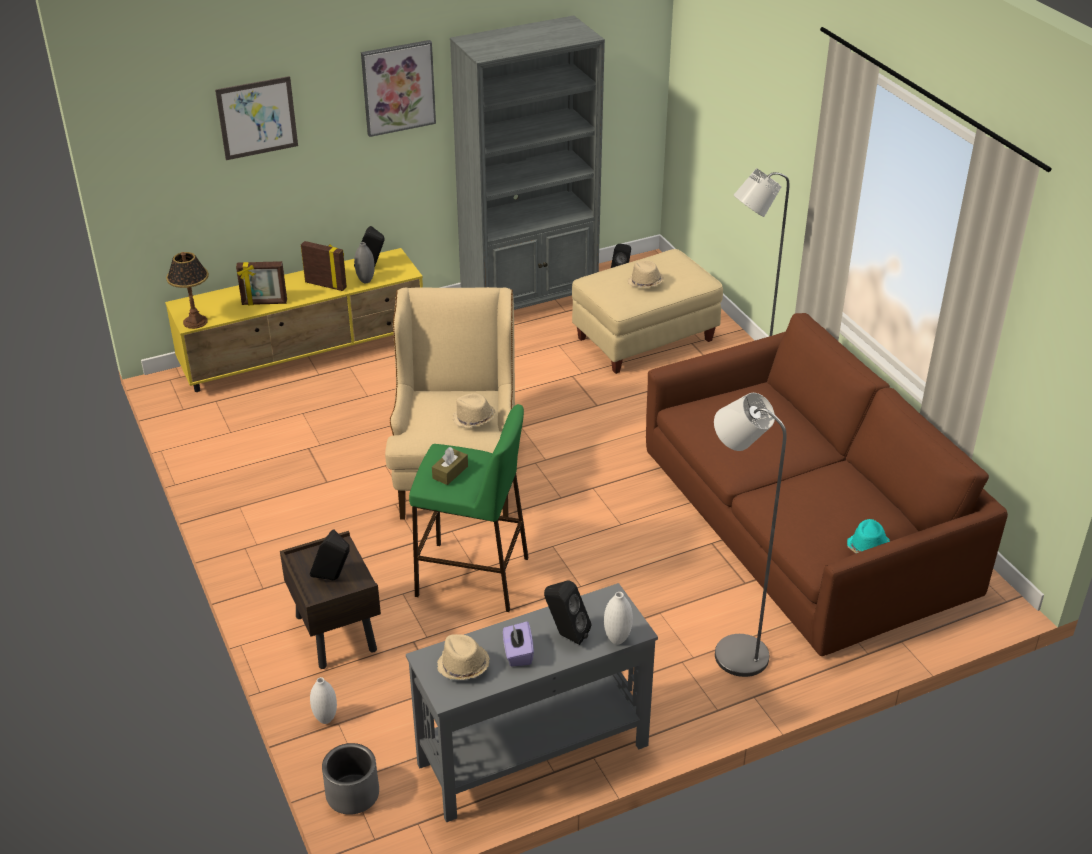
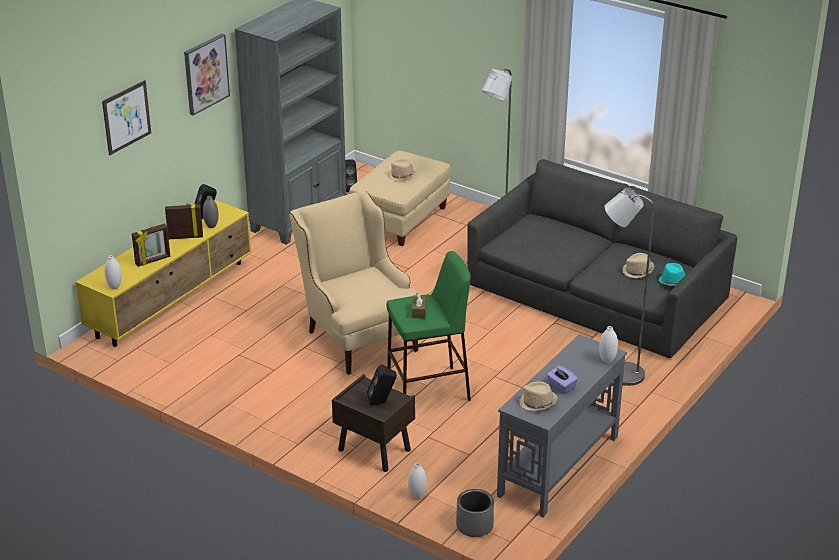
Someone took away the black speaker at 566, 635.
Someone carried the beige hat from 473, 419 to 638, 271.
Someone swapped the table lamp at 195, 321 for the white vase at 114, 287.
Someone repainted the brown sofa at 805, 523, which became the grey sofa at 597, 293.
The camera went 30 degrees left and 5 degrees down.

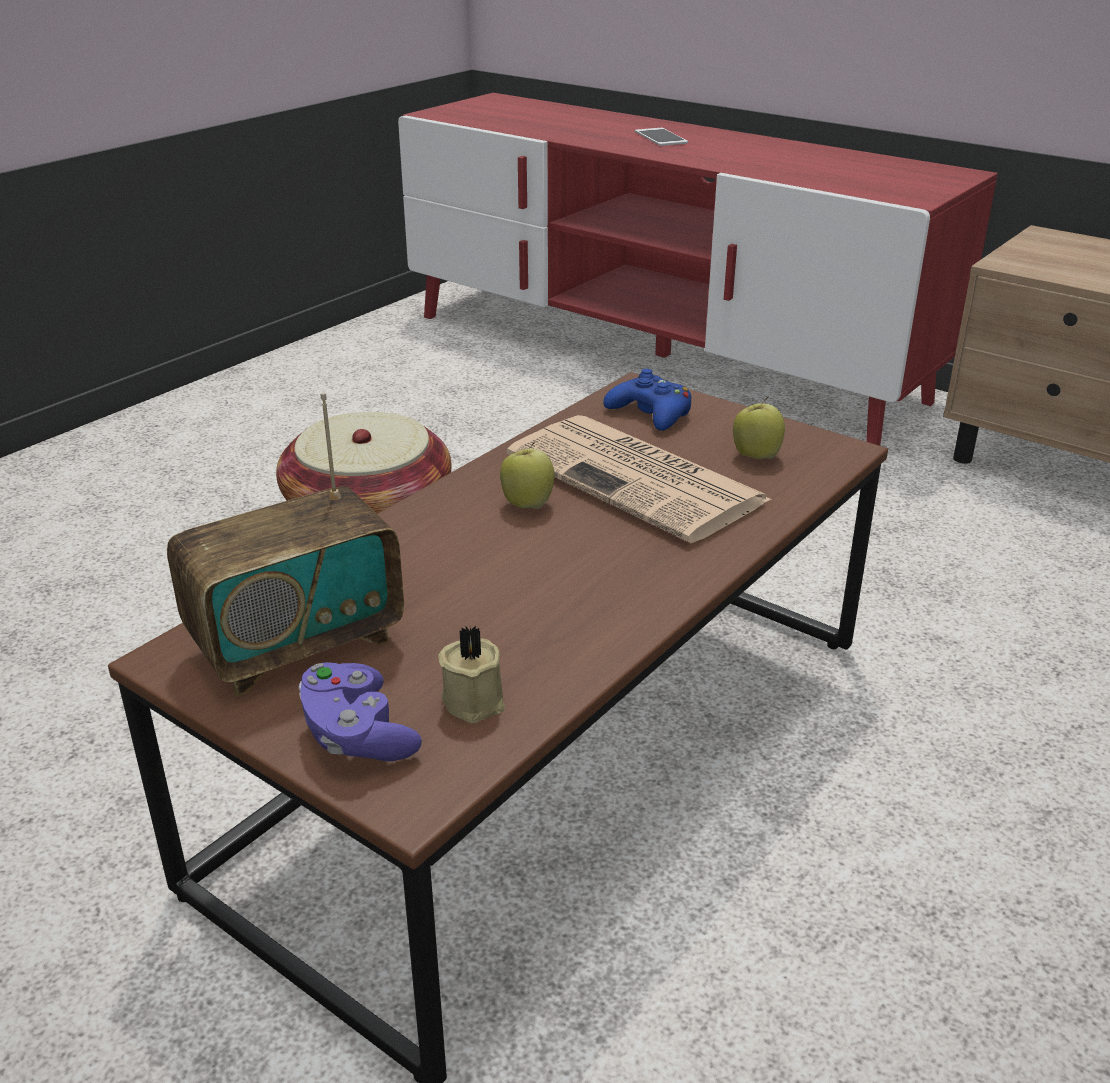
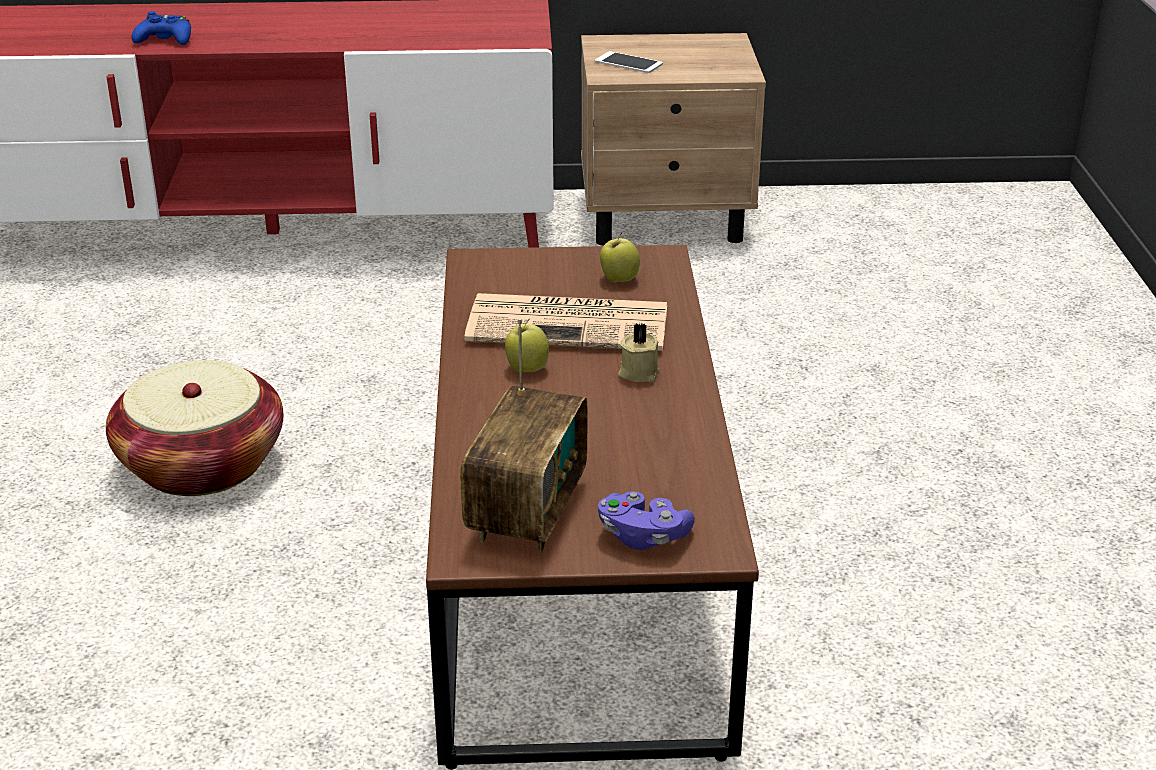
Someone carried the beige candle from 475, 700 to 638, 372.
Someone carried the blue game controller from 651, 414 to 165, 40.
Someone carried the phone from 660, 137 to 628, 63.
The camera went 40 degrees left and 0 degrees up.

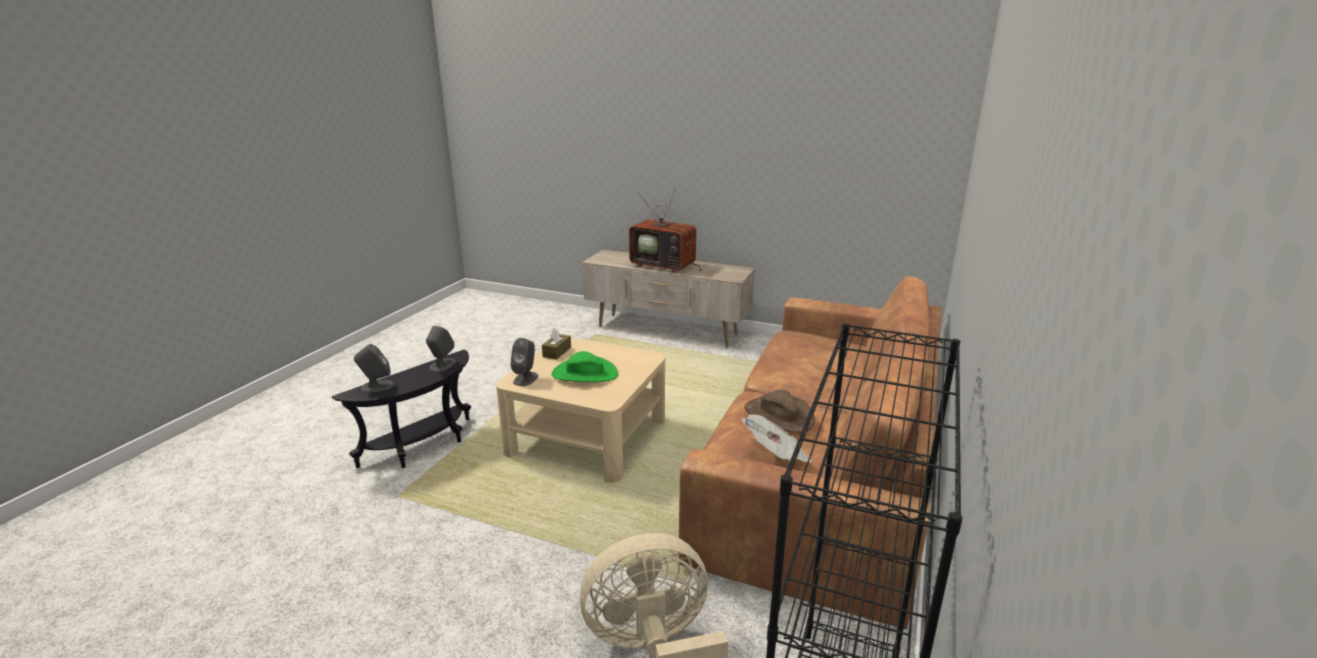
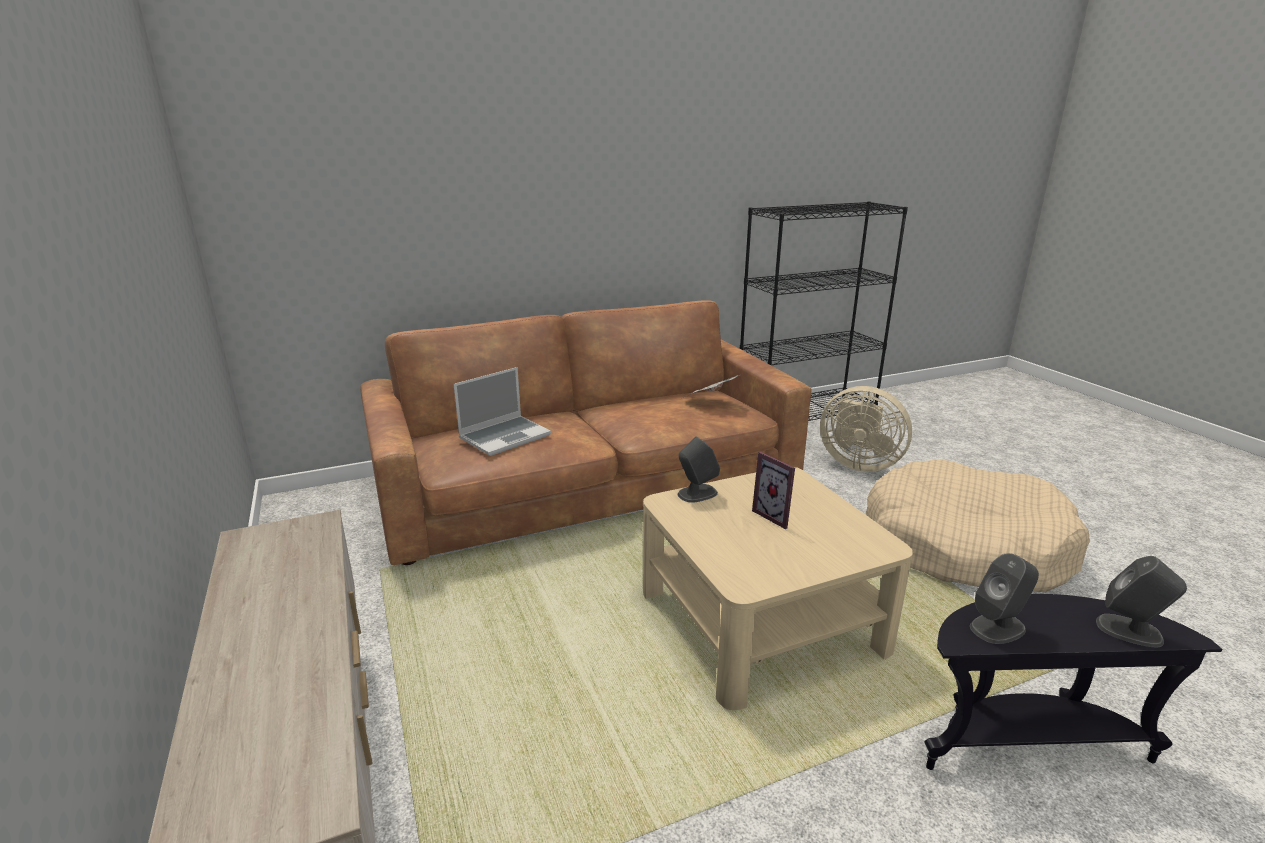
Someone took away the brown tissue box at 557, 352.
Someone took away the television at 665, 265.
Someone took away the brown hat at 778, 415.
Someone put down the laptop at 505, 436.
Someone put down the beige dog bed at 964, 546.
Someone carried the grey speaker from 525, 378 to 697, 493.
Someone swapped the green hat at 584, 374 for the picture frame at 777, 516.
The camera went 135 degrees left and 0 degrees up.

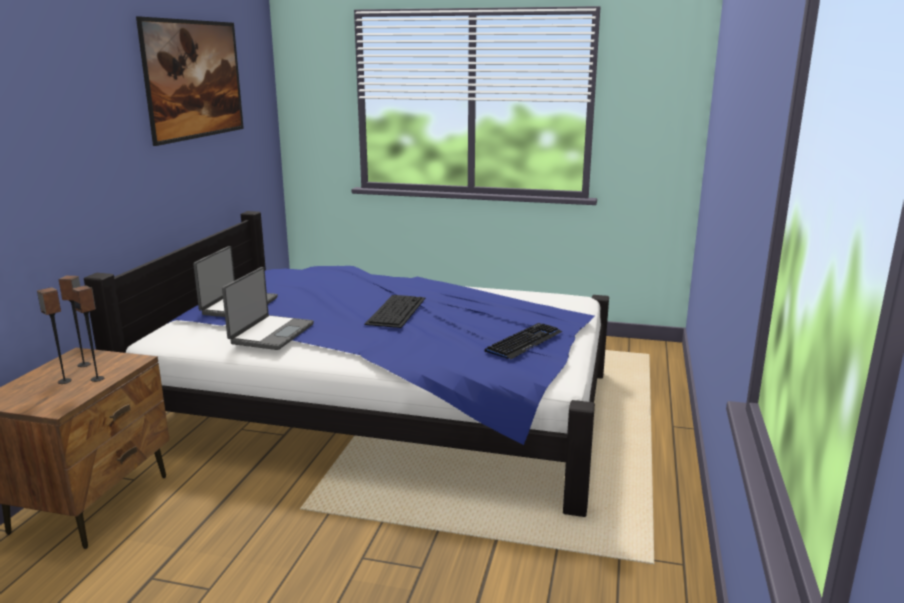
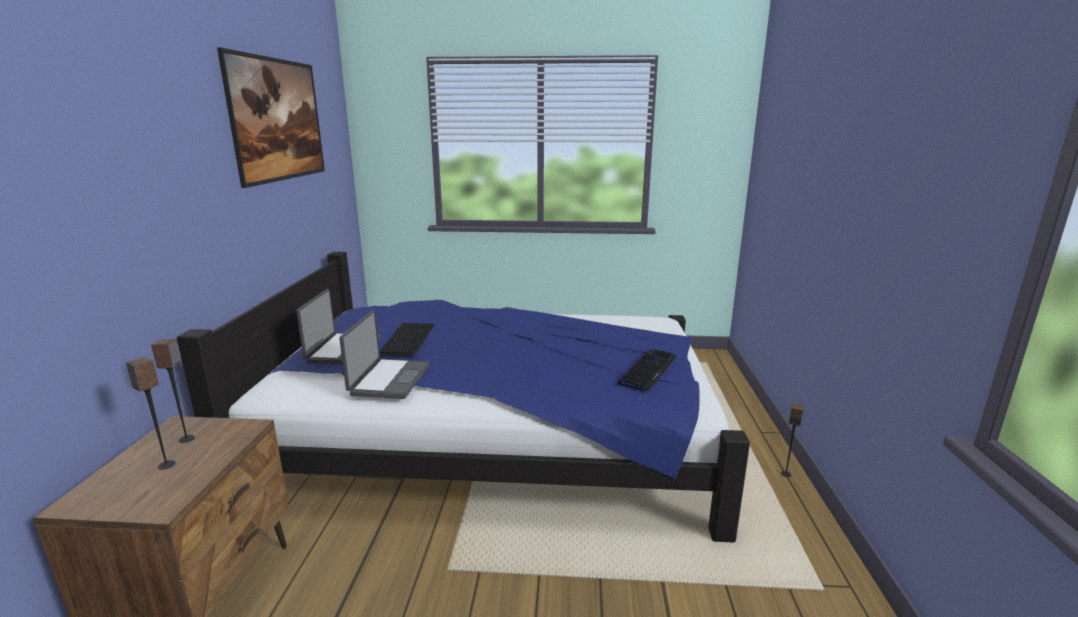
Someone carried the speaker from 97, 379 to 786, 474.
Someone carried the keyboard from 396, 310 to 407, 338.
The camera went 10 degrees left and 0 degrees up.

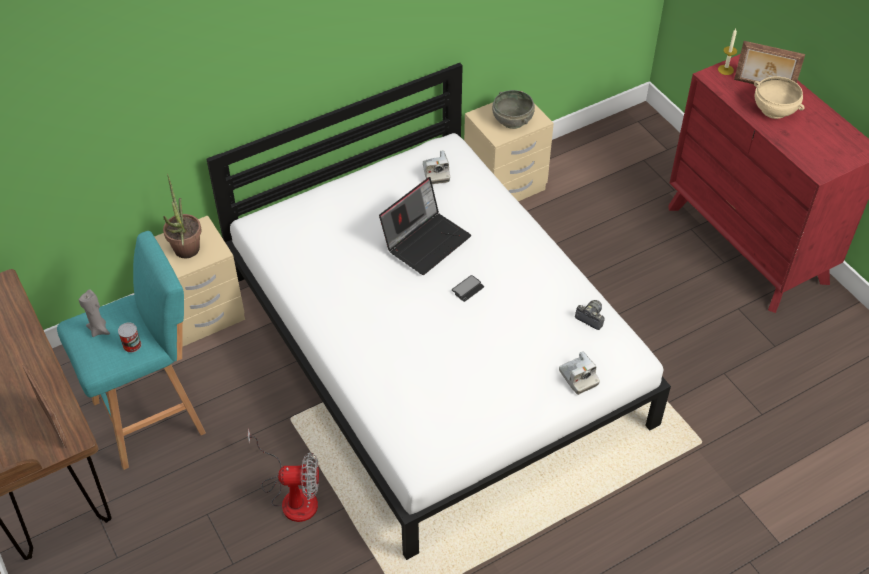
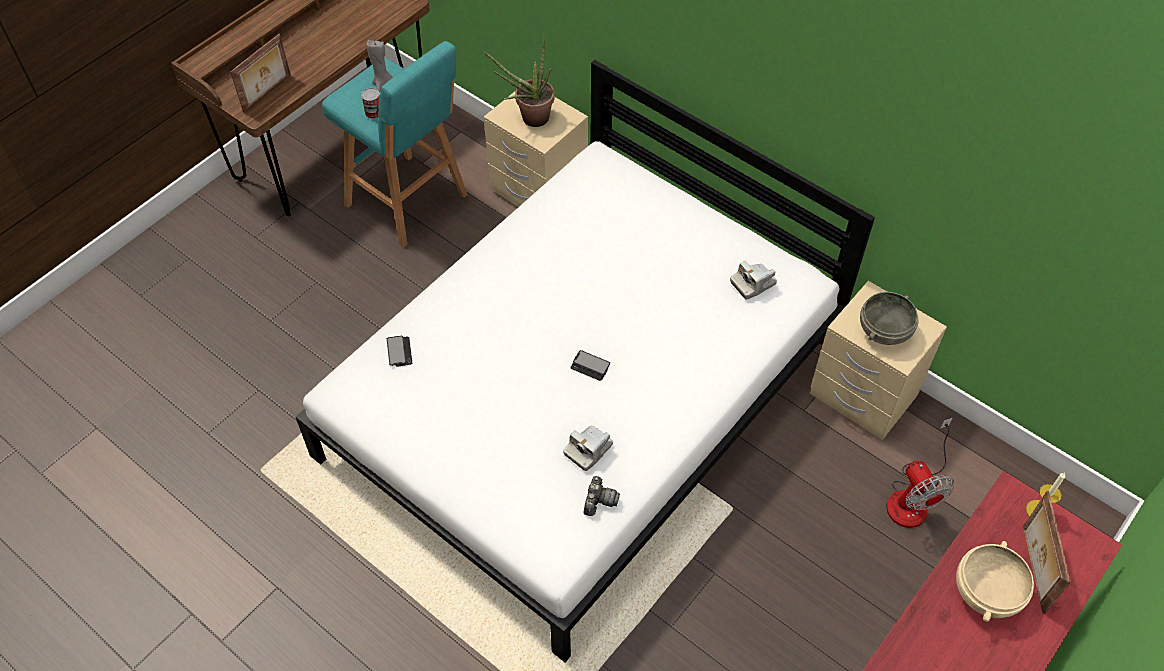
Someone took away the laptop at 426, 241.
Someone put down the phone at 399, 351.
Someone carried the fan from 292, 496 to 912, 497.
Someone carried the photo camera from 578, 378 to 588, 450.
The camera went 70 degrees right and 5 degrees up.

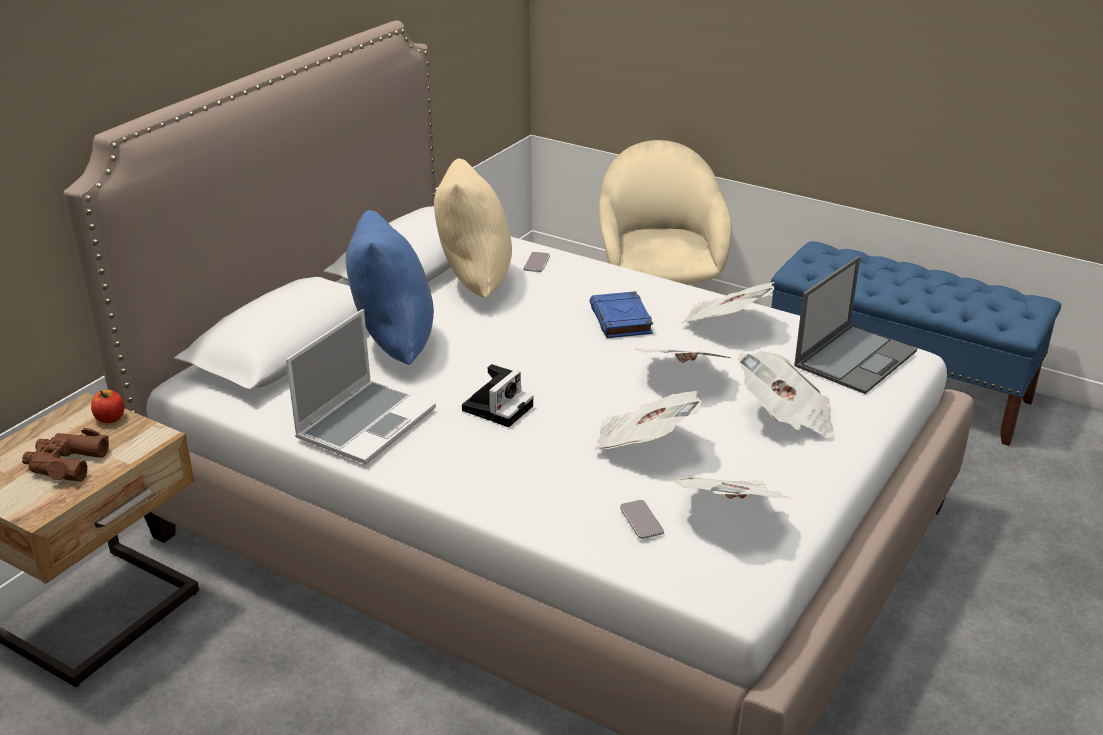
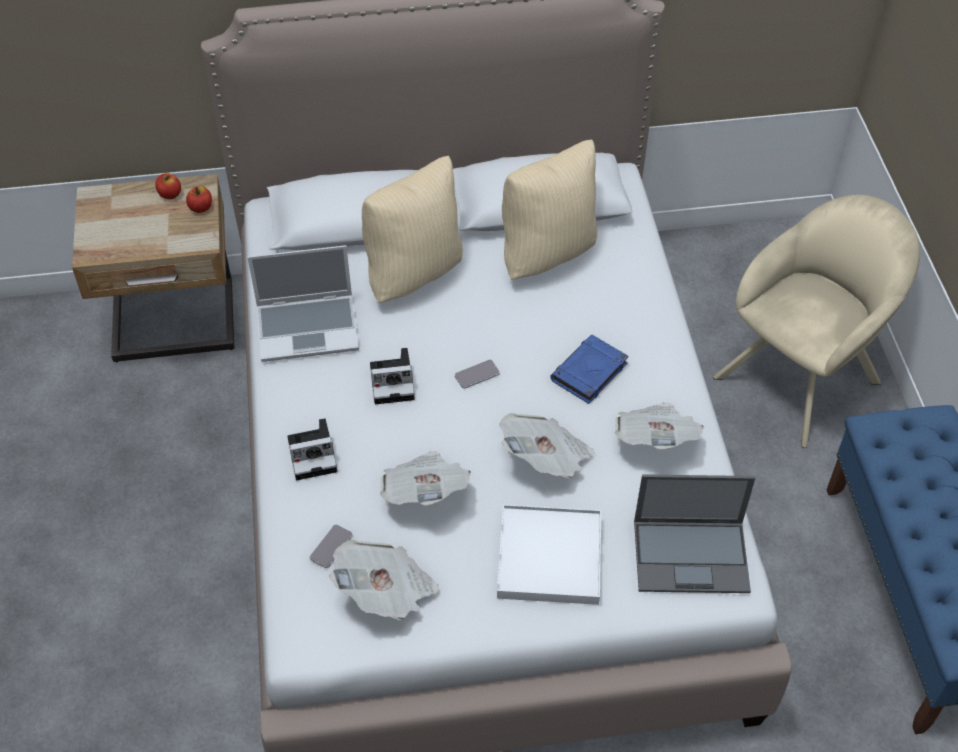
Someone took away the brown binoculars at 65, 463.
Someone put down the apple at 170, 194.
Someone put down the photo camera at 314, 454.
Someone carried the phone from 536, 263 to 477, 374.
Someone swapped the newspaper at 786, 417 for the white tray at 549, 558.
Someone repainted the blue pillow at 391, 346, which became the beige pillow at 414, 272.
The camera went 50 degrees right and 20 degrees up.

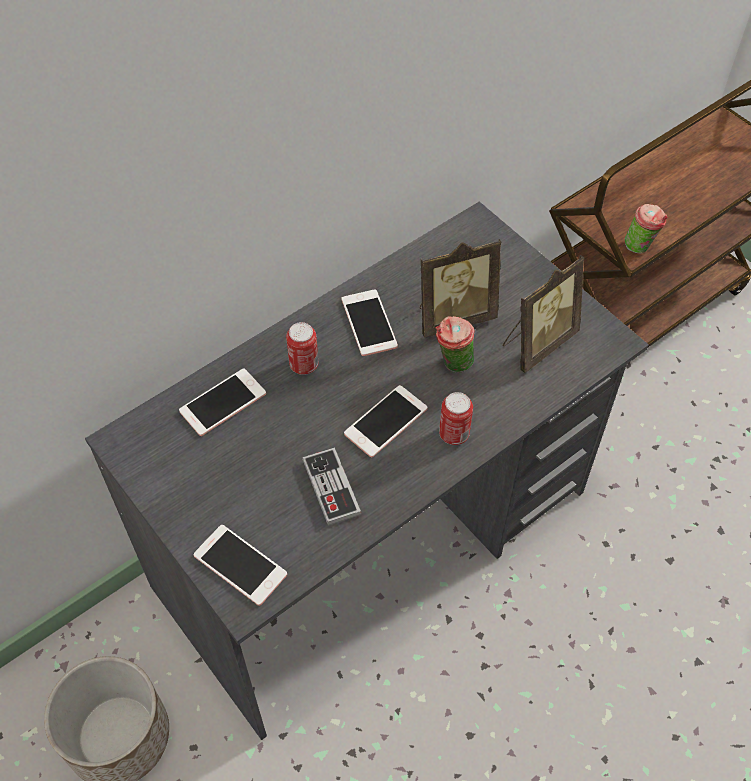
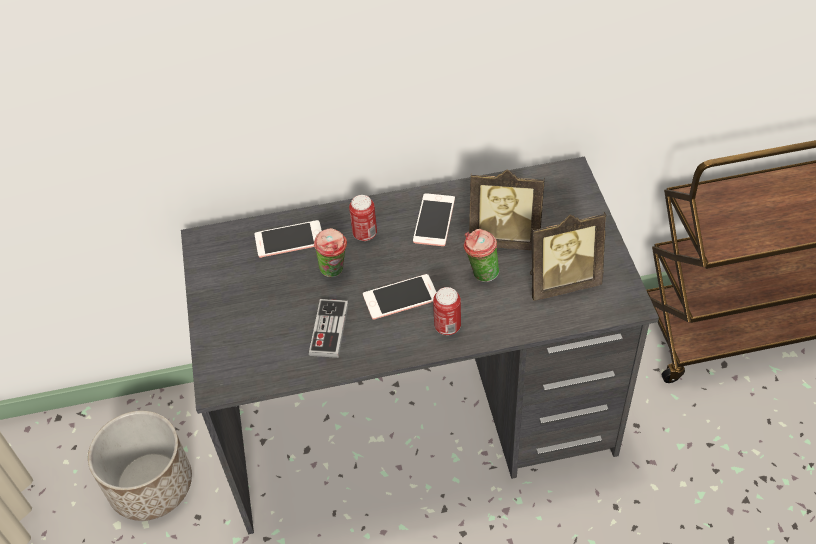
Someone took away the phone at 240, 565.
Someone carried the cup from 640, 247 to 334, 271.
The camera went 30 degrees right and 5 degrees down.

